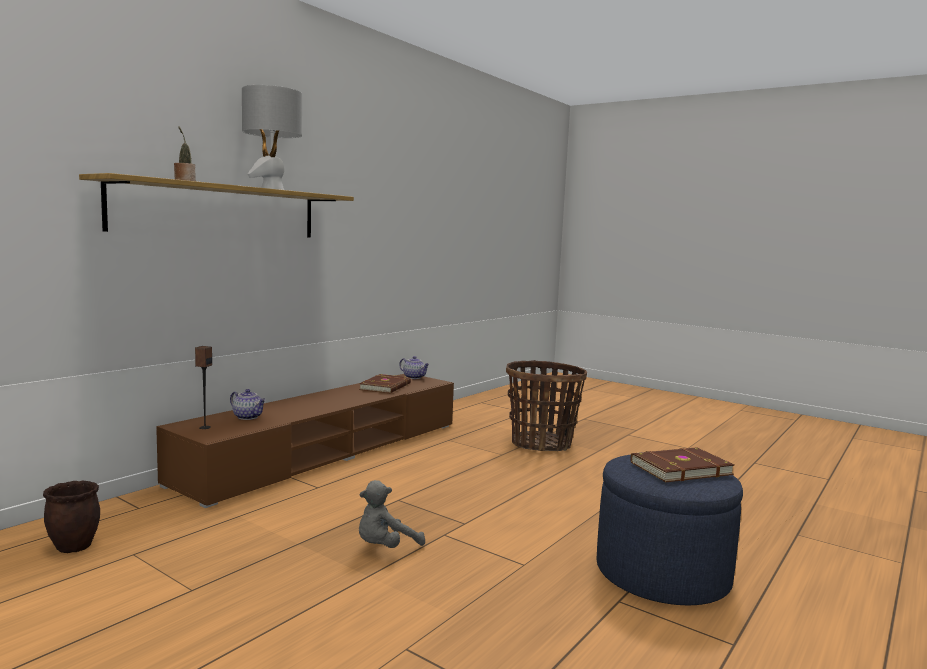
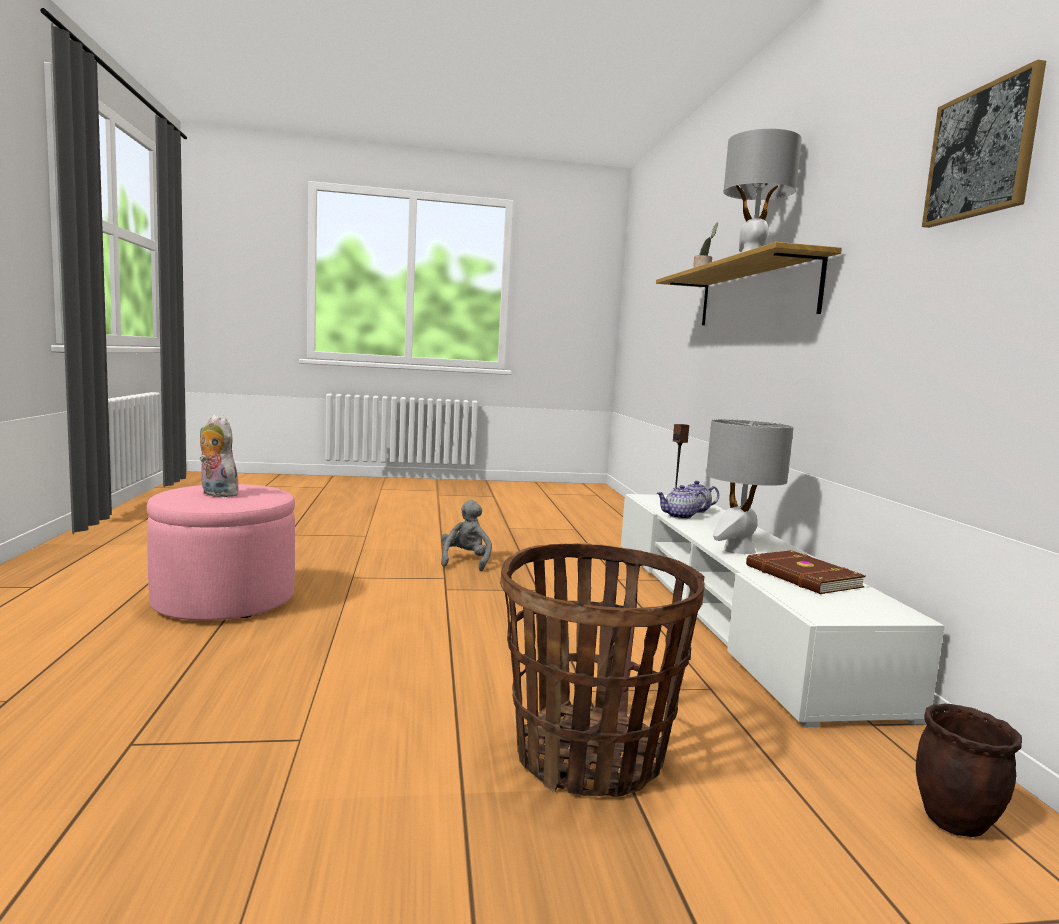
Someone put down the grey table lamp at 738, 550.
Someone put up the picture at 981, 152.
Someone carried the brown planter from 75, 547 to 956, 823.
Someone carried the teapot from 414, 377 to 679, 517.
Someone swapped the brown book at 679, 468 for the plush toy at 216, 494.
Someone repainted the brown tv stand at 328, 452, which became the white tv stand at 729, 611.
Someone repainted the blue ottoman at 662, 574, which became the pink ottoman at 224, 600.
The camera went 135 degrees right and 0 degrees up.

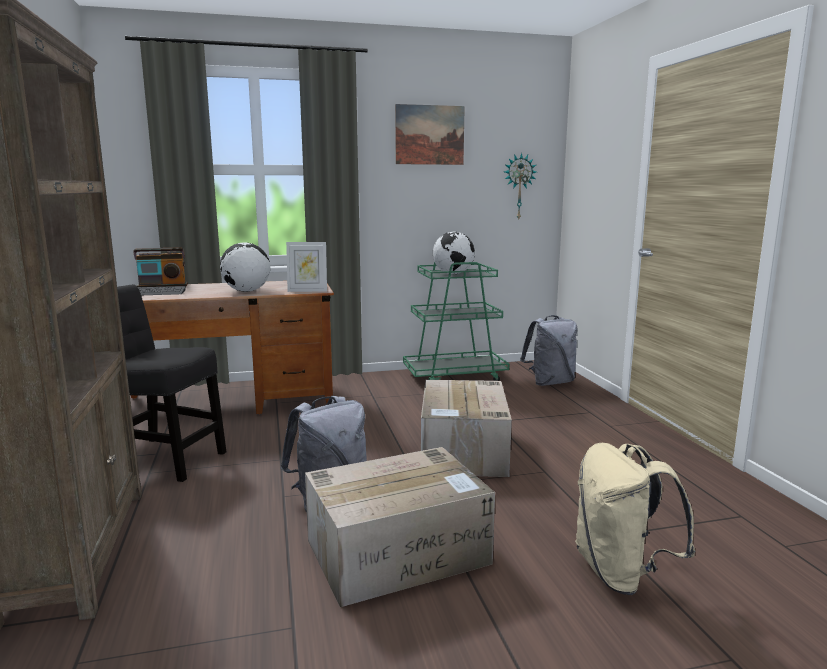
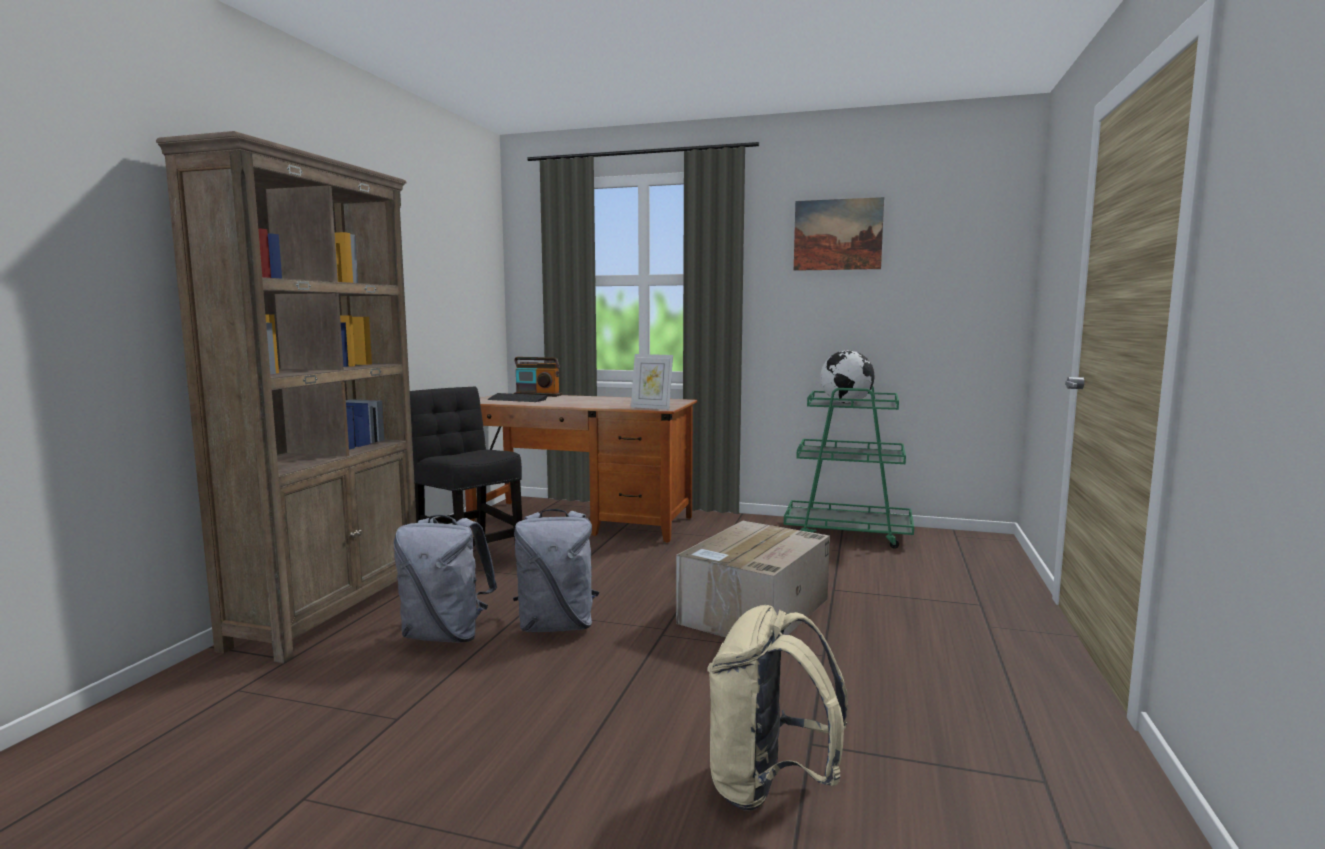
Someone took away the globe at 246, 291.
Someone took away the cardboard box at 399, 551.
Someone took away the wall clock at 518, 187.
Someone carried the grey backpack from 550, 382 to 446, 635.
The camera went 30 degrees right and 5 degrees down.

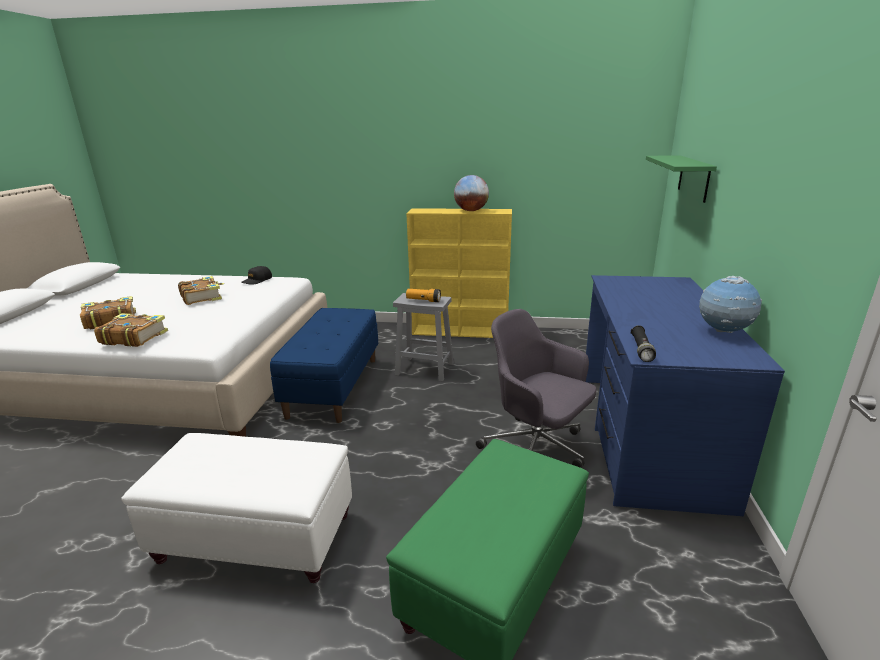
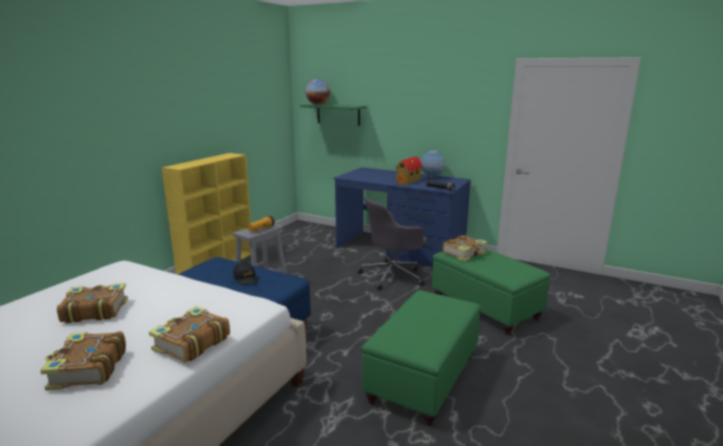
Someone put down the toy house at 409, 181.
Someone put down the book at 464, 253.
Someone carried the black cap from 257, 280 to 246, 278.
Someone carried the globe from 471, 210 to 317, 104.
Someone repainted the white ottoman at 254, 537, which became the green ottoman at 422, 378.
The camera went 70 degrees left and 5 degrees down.

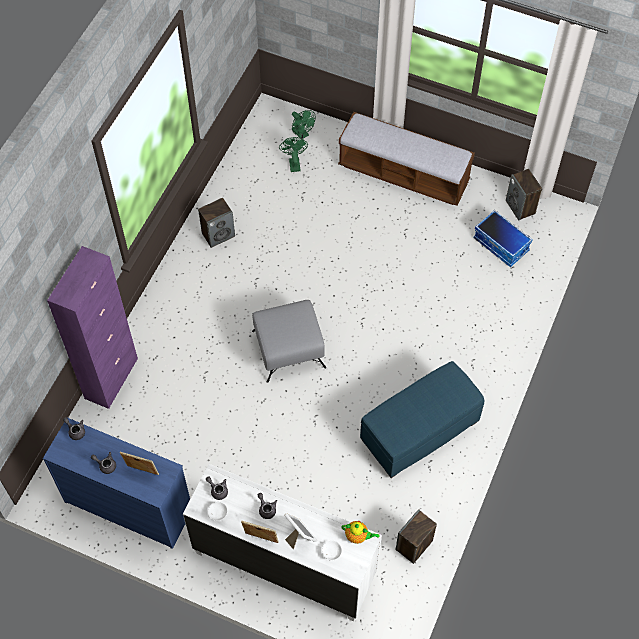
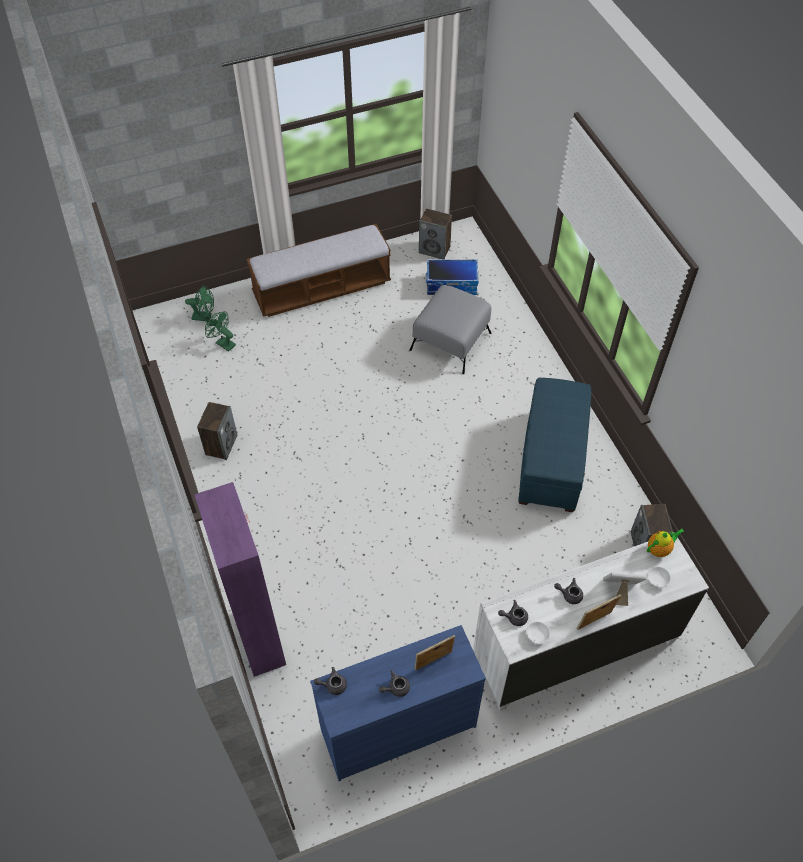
Someone carried the grey ottoman from 288, 349 to 450, 341.
The camera went 45 degrees left and 5 degrees down.

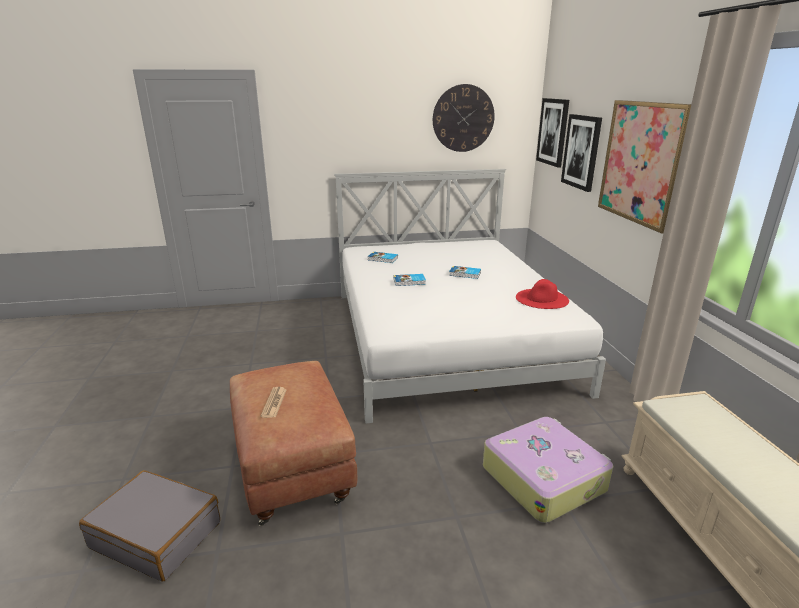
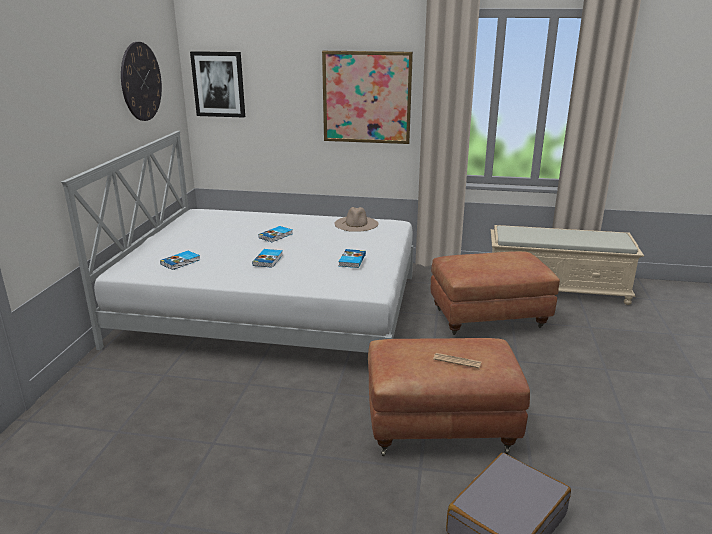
Someone took away the picture at 581, 152.
Someone put down the book at 351, 260.
Someone swapped the suitcase at 543, 477 for the brown ottoman at 488, 320.
Someone repainted the red hat at 542, 298, which became the beige hat at 356, 223.
The camera went 70 degrees left and 0 degrees up.

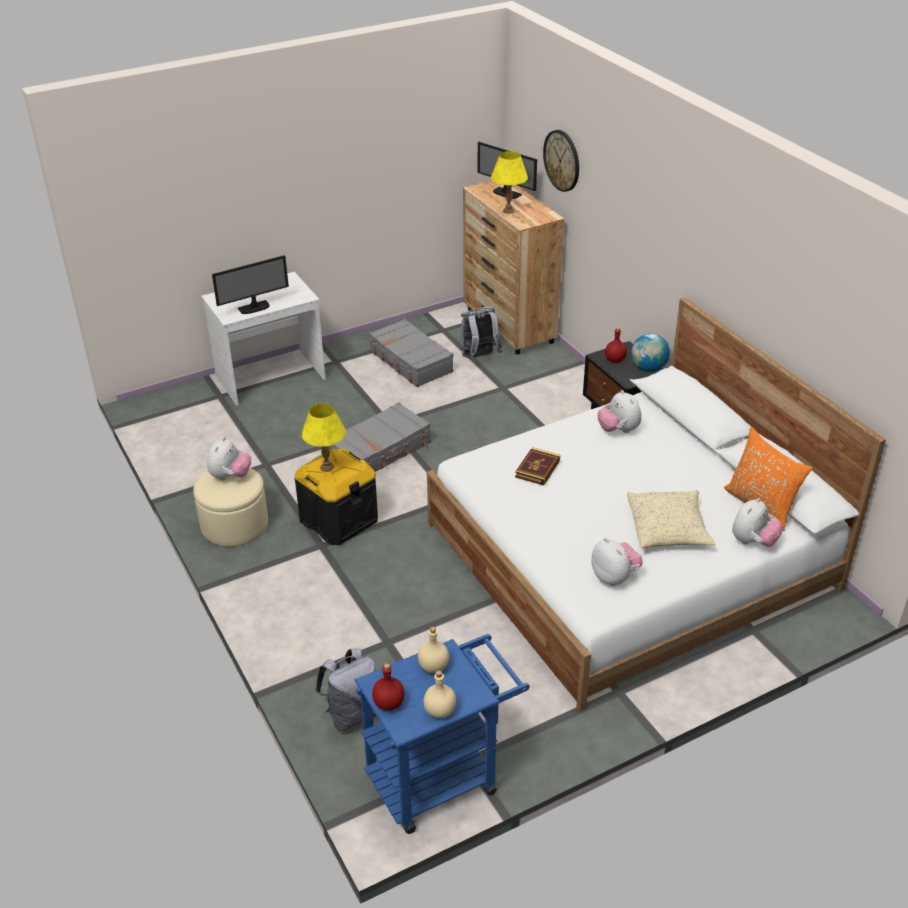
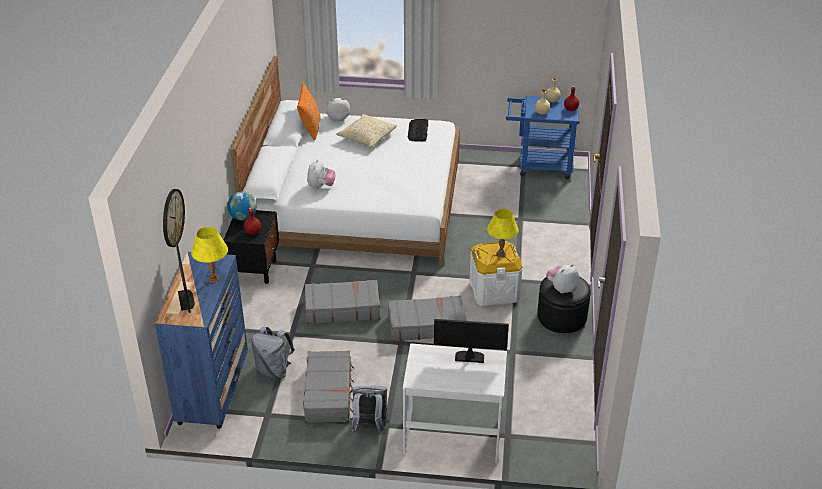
Someone took away the book at 537, 469.
Someone put down the grey suitcase at 342, 308.
Someone carried the grey backpack from 352, 714 to 369, 428.
Someone swapped the plush toy at 614, 577 for the keyboard at 418, 130.
Someone repainted the beige ottoman at 234, 524, which became the black ottoman at 562, 317.
Someone repainted the black storage box at 338, 520, which became the white storage box at 494, 291.
Someone repainted the brown dresser at 509, 326, which became the blue dresser at 213, 390.
The camera went 145 degrees left and 0 degrees up.

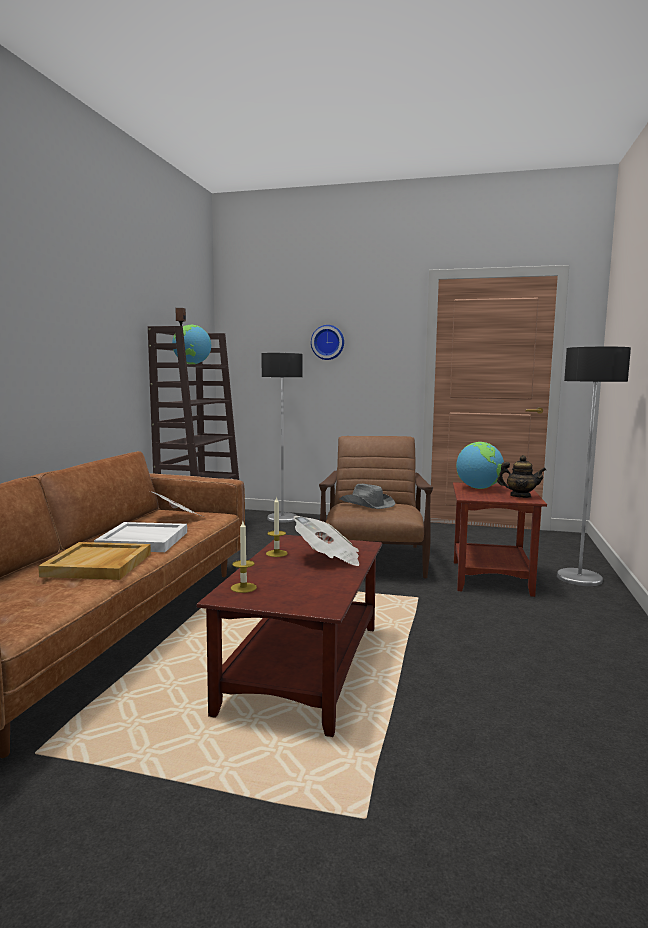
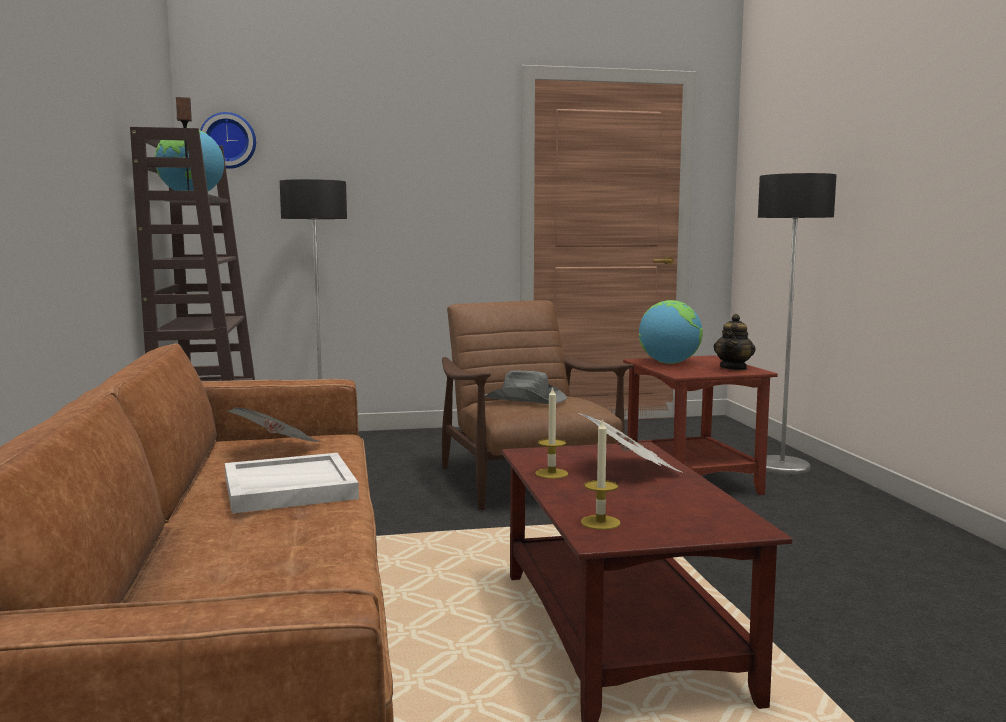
Someone took away the beige tray at 98, 565.
Someone carried the wall clock from 328, 342 to 228, 141.
Someone rotated the teapot at 520, 496 by 120 degrees clockwise.
The camera went 25 degrees left and 0 degrees up.

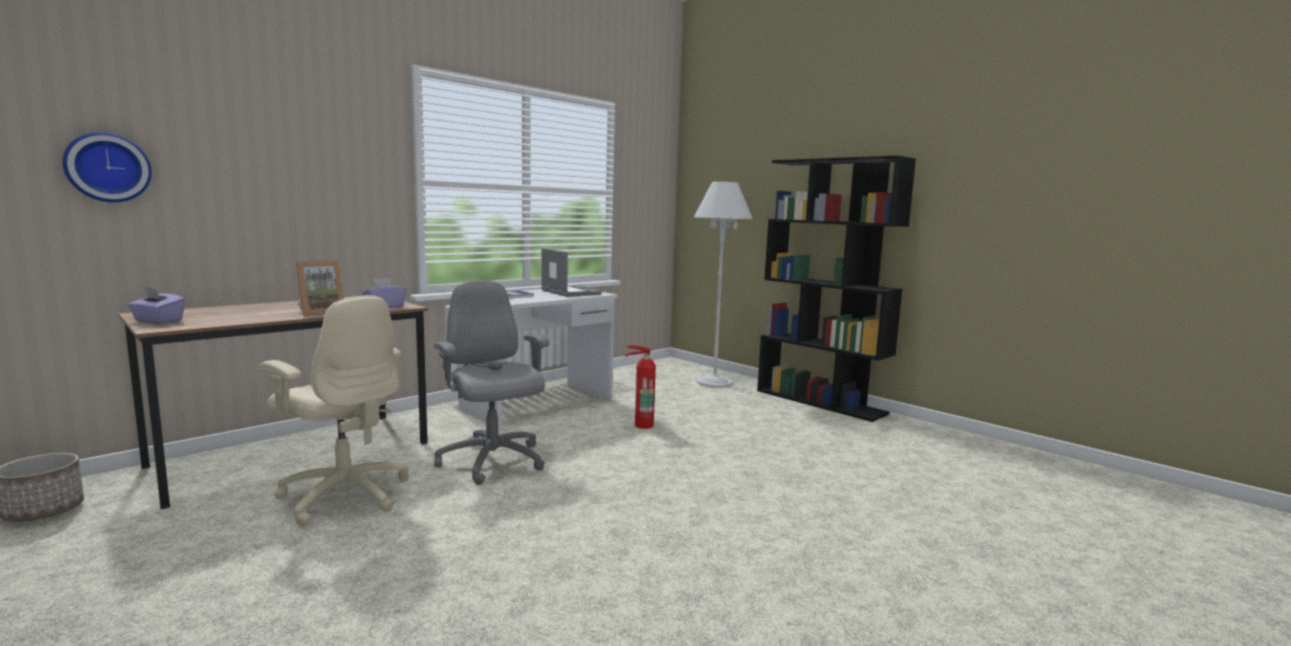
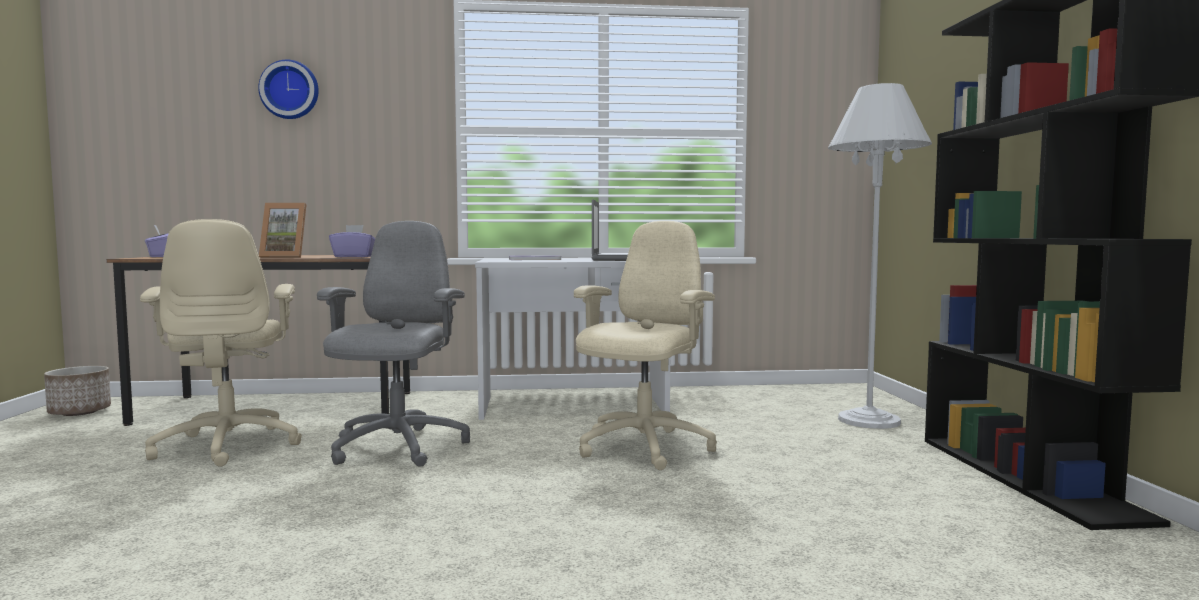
Someone carried the wall clock from 107, 167 to 290, 90.
Someone swapped the fire extinguisher at 642, 425 for the beige office chair at 643, 448.
The camera went 40 degrees right and 5 degrees down.

